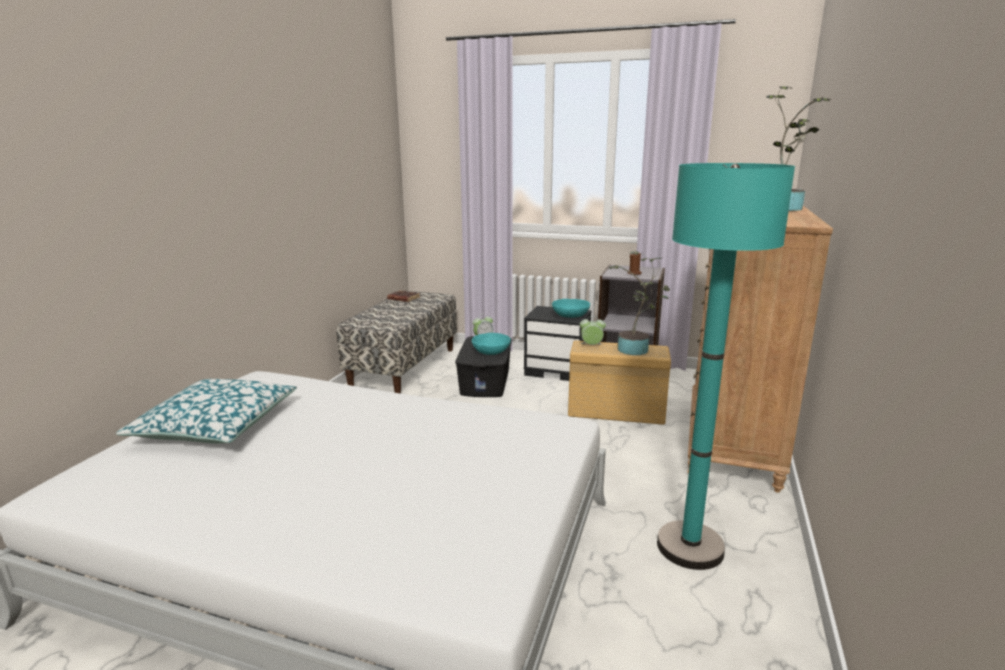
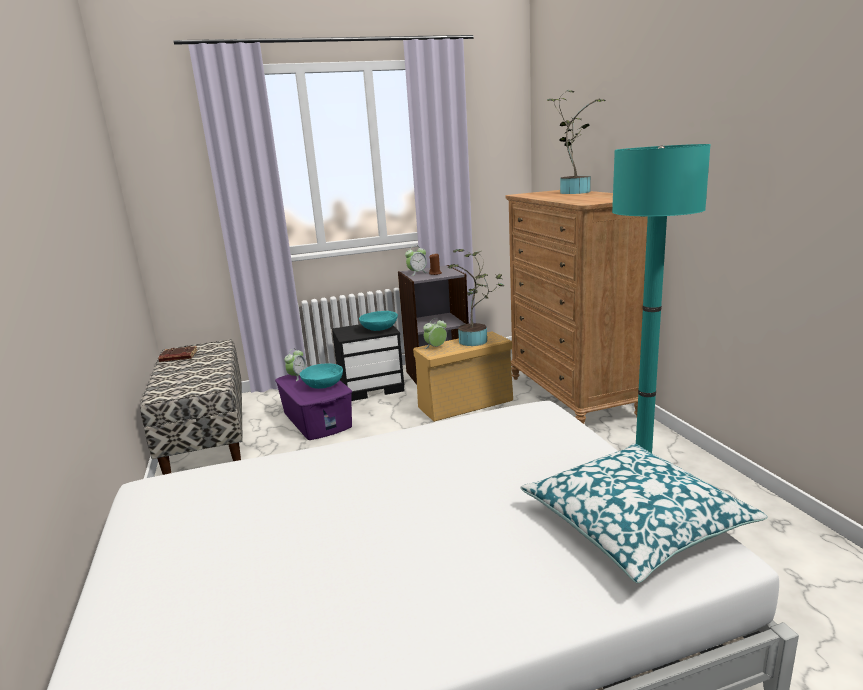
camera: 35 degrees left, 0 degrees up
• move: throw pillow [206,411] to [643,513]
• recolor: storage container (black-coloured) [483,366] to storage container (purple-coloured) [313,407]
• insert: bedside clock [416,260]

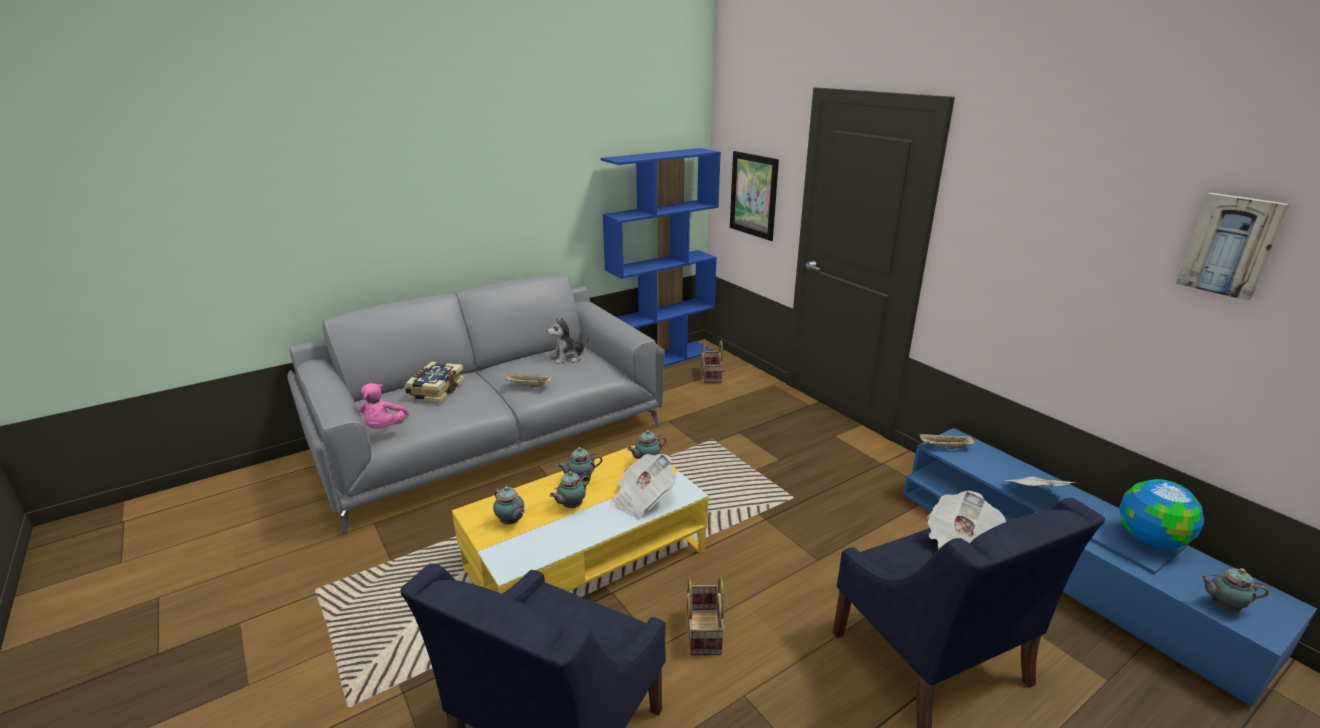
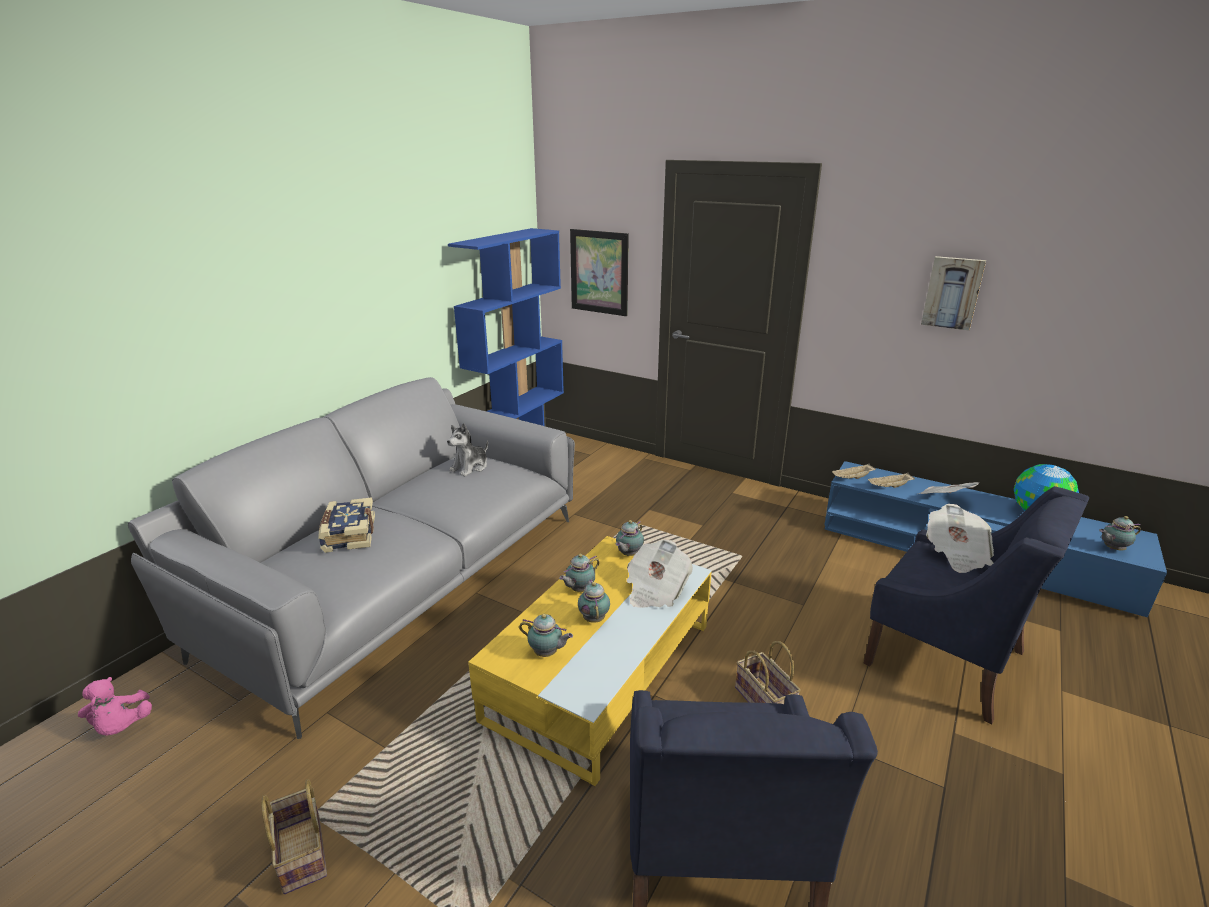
camera: 25 degrees left, 0 degrees up
• move: plush toy (pinkish) [384,406] to [115,706]
• move: serving tray (beige-coloured) [529,379] to [891,480]
• rotate: pot for tea [570,489] = [594,601] 150 degrees clockwise
• move: basket [712,361] to [294,836]
• move: picture [1233,247] to [953,293]

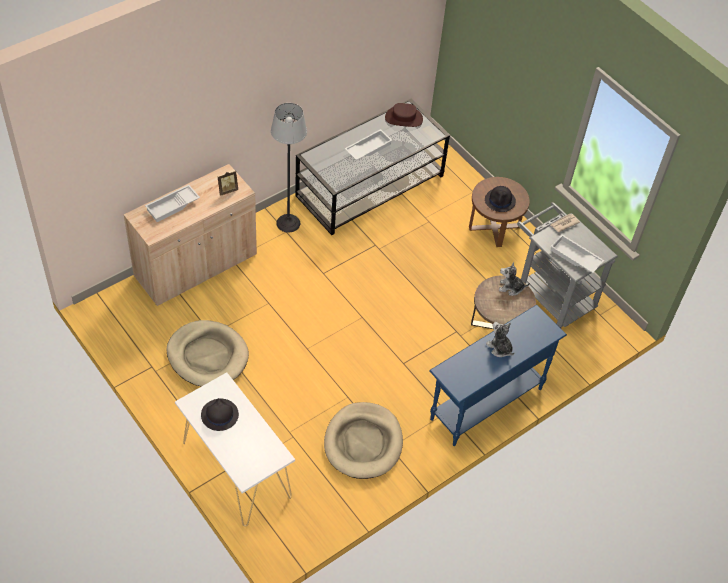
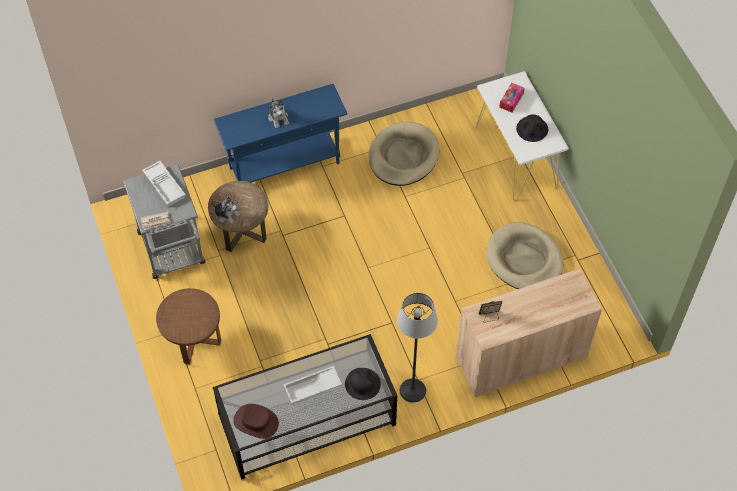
camera: 160 degrees left, 5 degrees up
• delete: serving tray (white-coloured) [172,203]
• move: hat (black-coloured) [500,199] to [363,384]
• insert: tissue box [512,97]

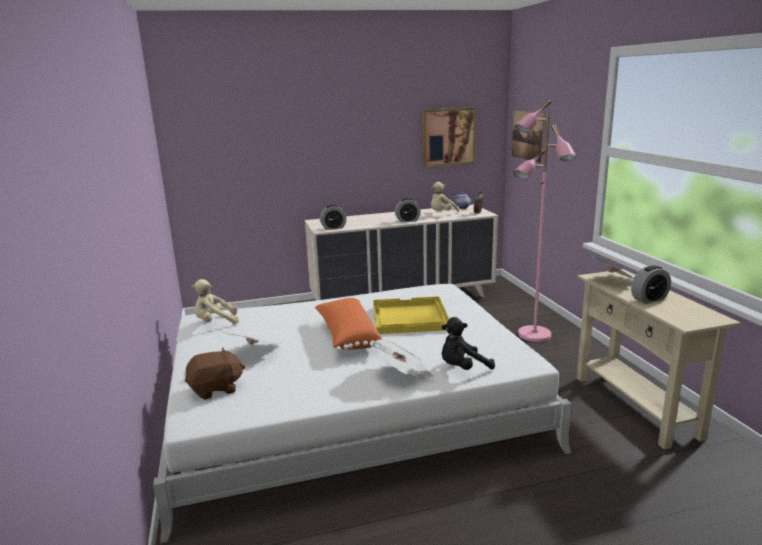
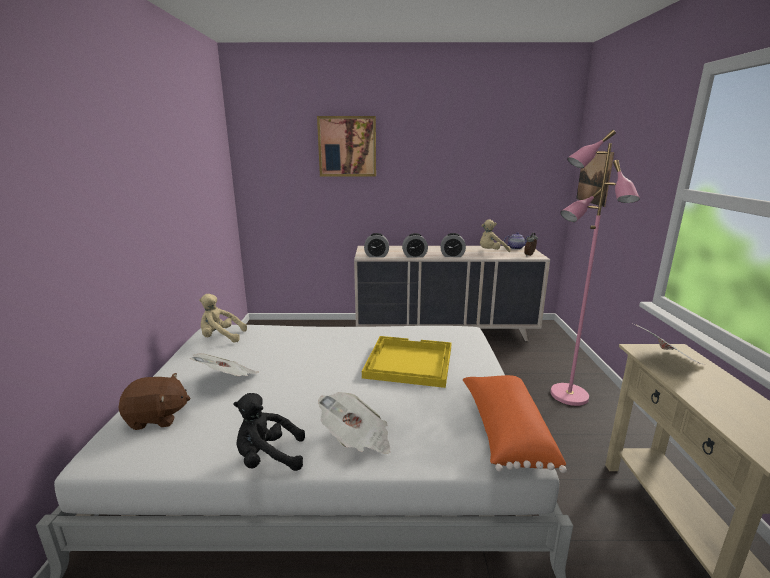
camera: 15 degrees right, 0 degrees up
• move: throw pillow (orange) [349,324] to [515,424]
• move: picture [449,137] to [346,146]
• move: plush toy (black-coloured) [468,343] to [269,432]
• move: bedside clock [651,284] to [415,245]

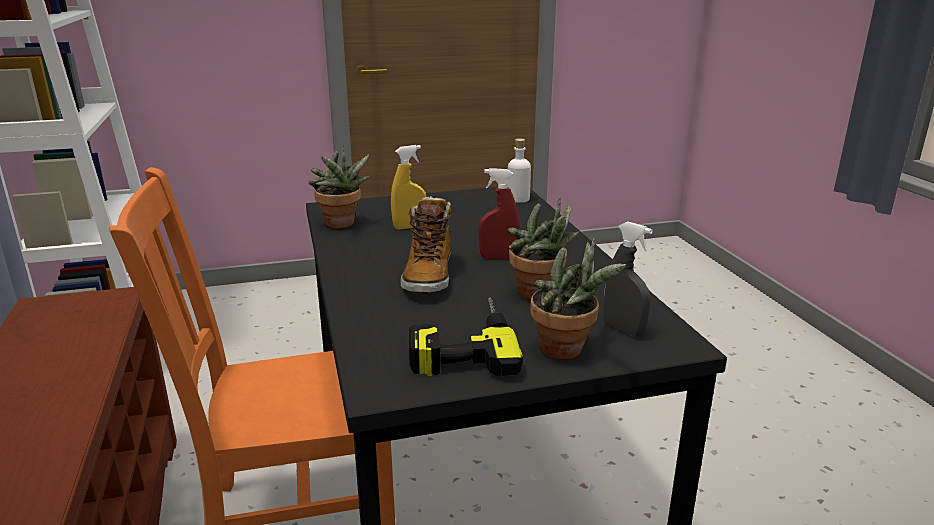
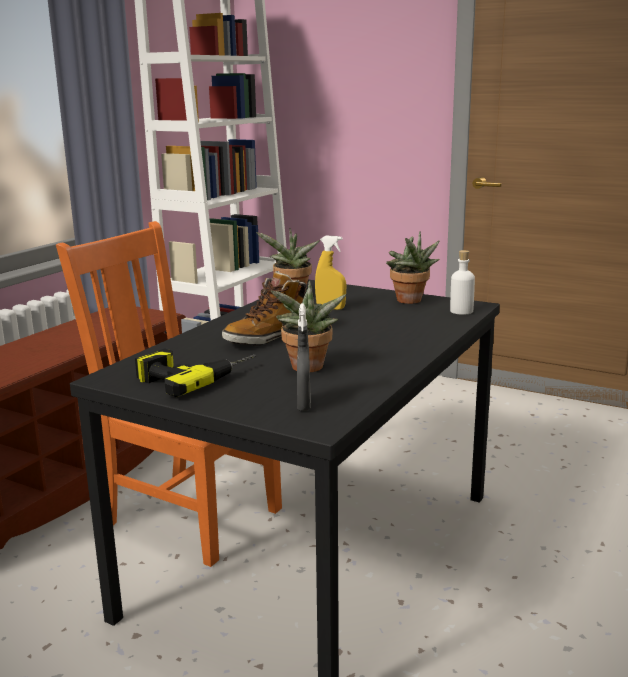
camera: 45 degrees right, 5 degrees down
• delete: spray bottle (red) [499,213]
• move: plant in a pot [578,299] to [412,267]

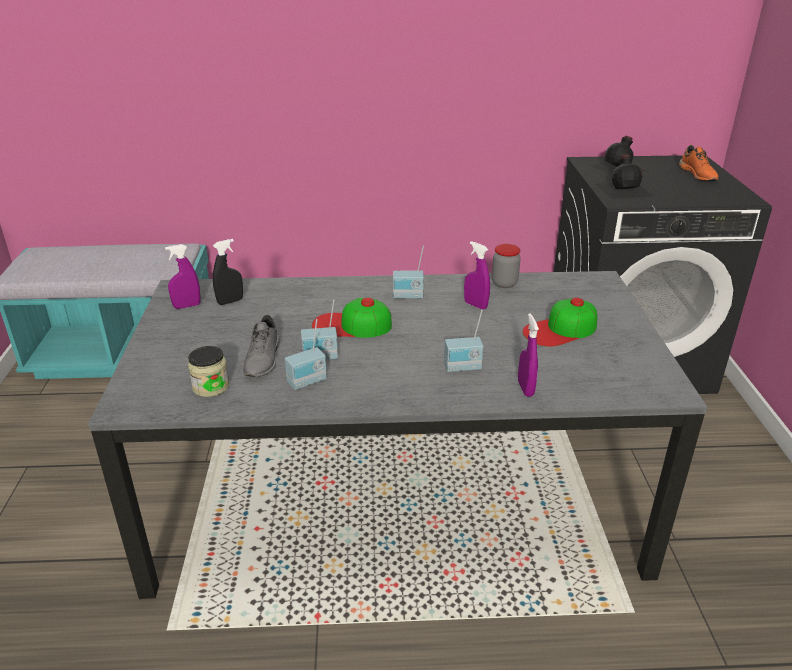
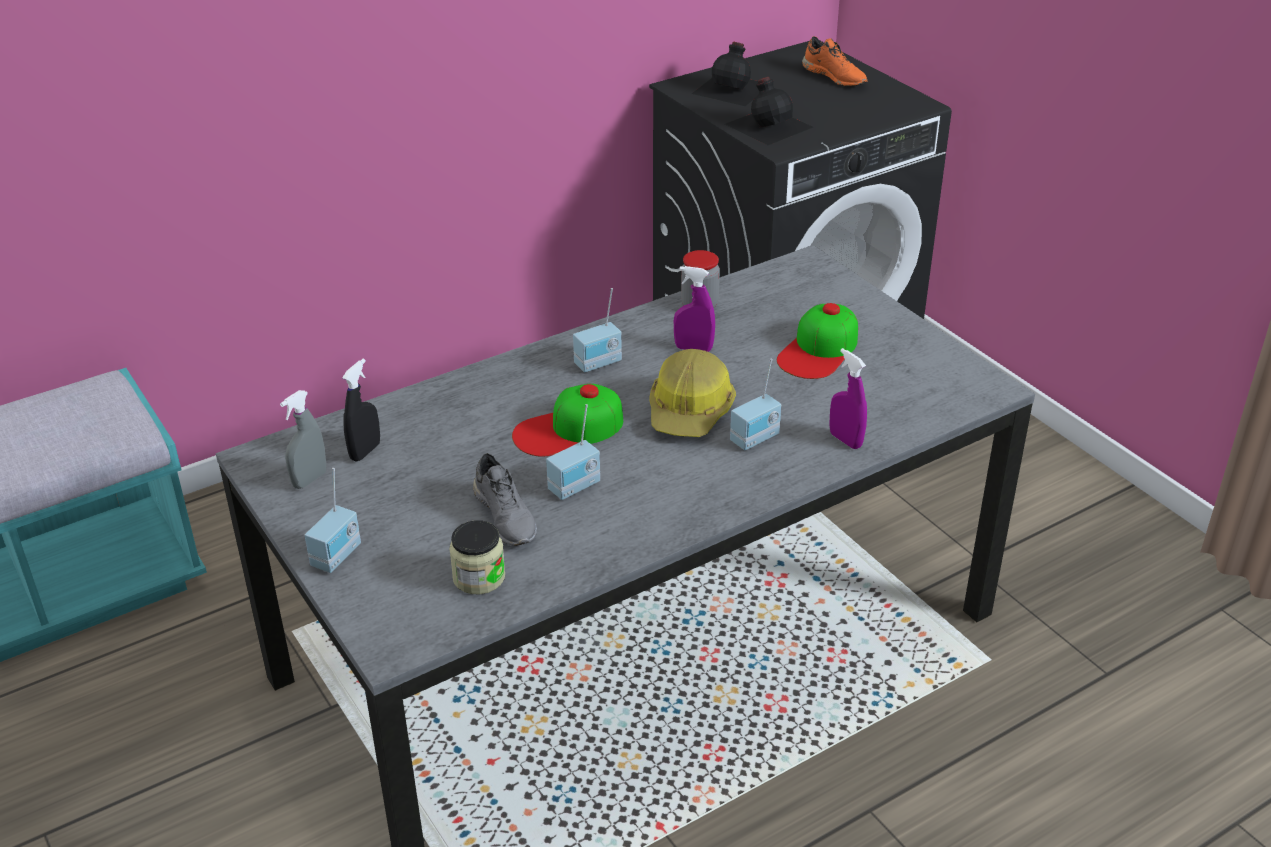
camera: 30 degrees left, 5 degrees up
• recolor: spray bottle (purple-coloured) [183,276] to spray bottle (grey) [303,439]
• move: radio [306,354] to [332,520]
• insert: safety helmet [692,393]

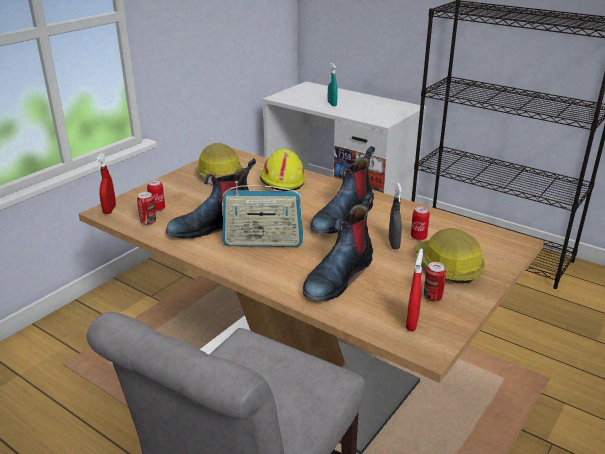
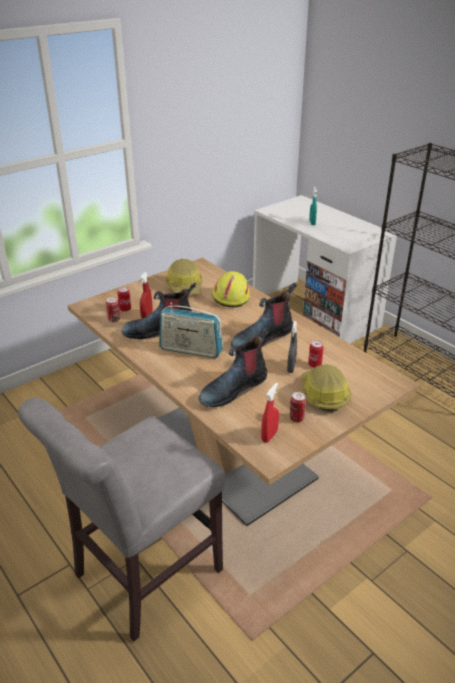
camera: 15 degrees right, 5 degrees up
• move: spray bottle (red) [106,183] to [146,295]

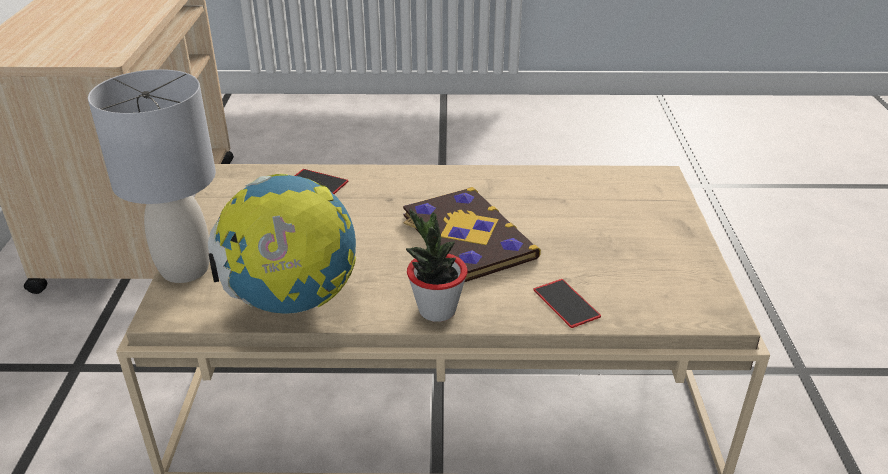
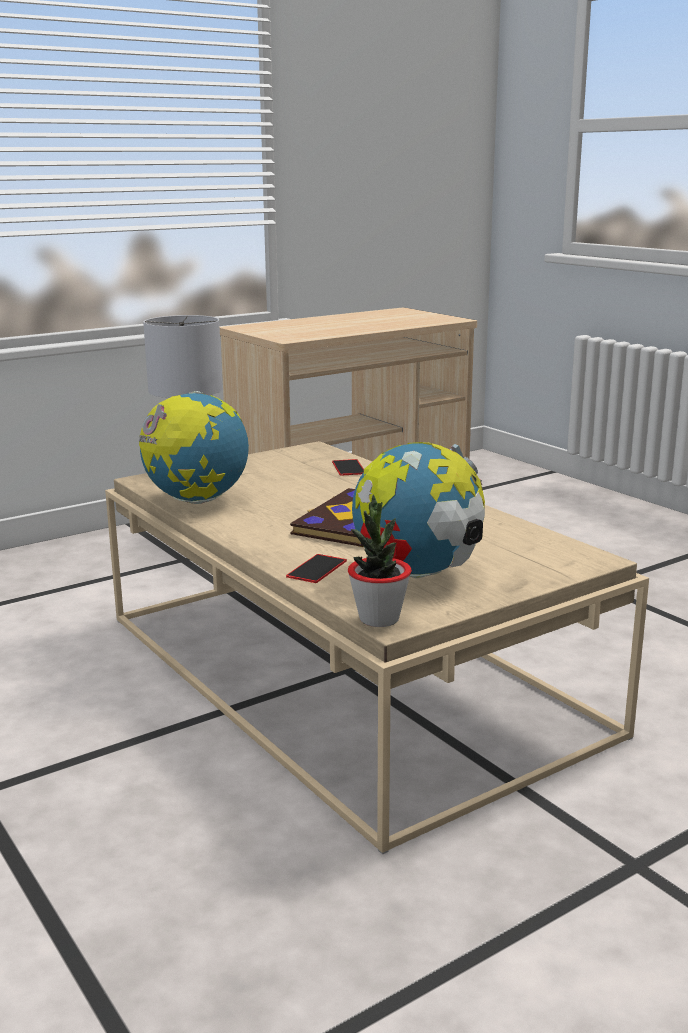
camera: 55 degrees right, 15 degrees down
• move: plant in a pot [437,265] to [380,561]
• insert: world globe [418,510]

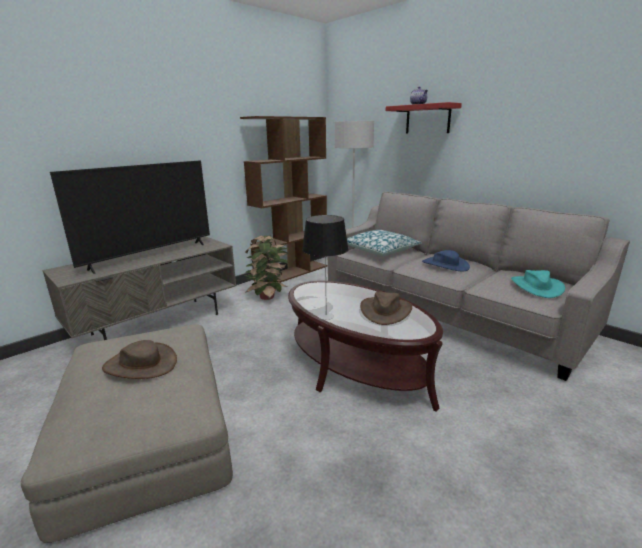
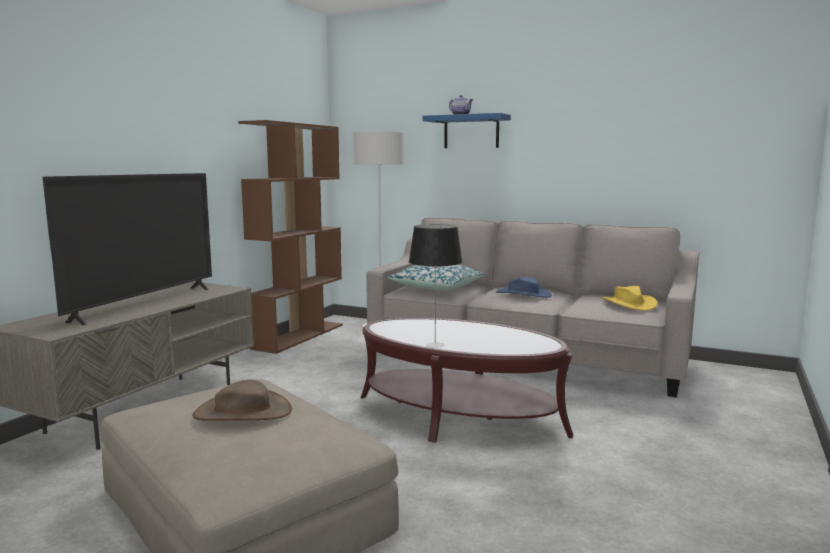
camera: 20 degrees left, 10 degrees down
• delete: plant in a pot [266,268]
• delete: hat (brown-coloured) [386,308]
• recolor: shelf (red) [424,118] to shelf (bluish) [466,130]
• recolor: hat (turquoise-coloured) [538,284] to hat (yellowish) [629,298]

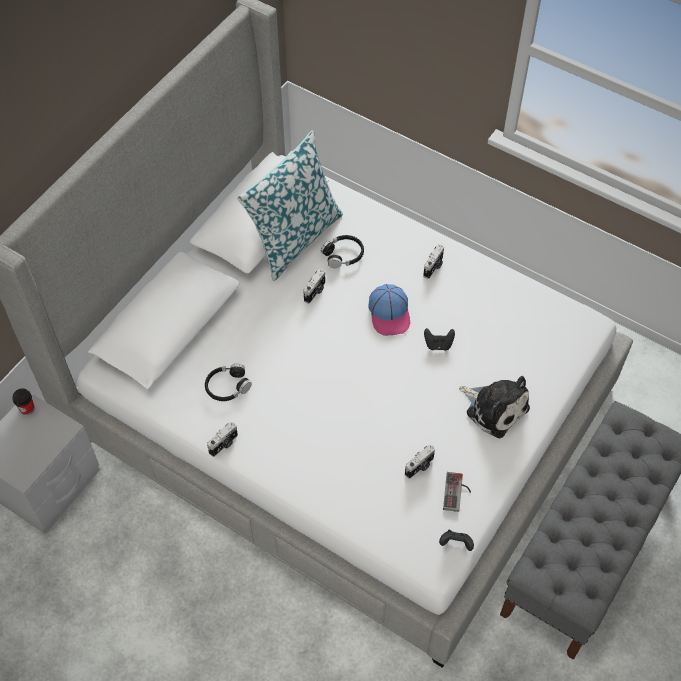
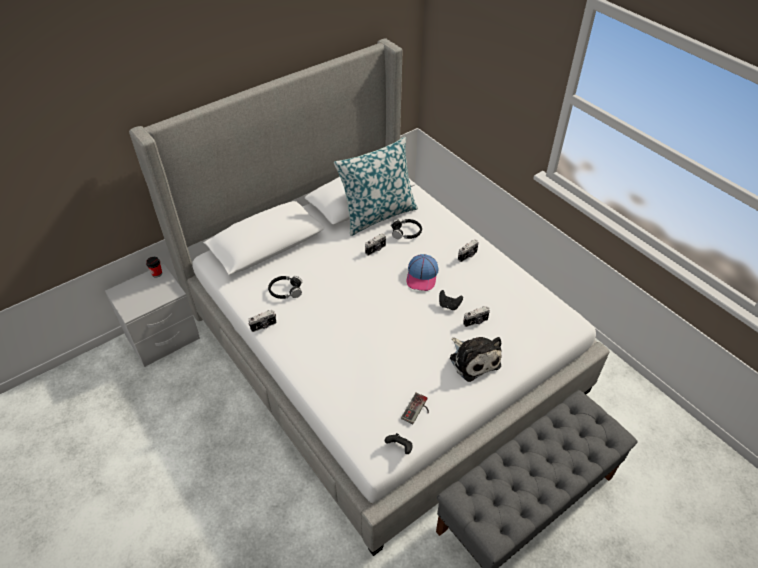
camera: 20 degrees right, 10 degrees down
• move: still camera [420,462] to [476,316]

